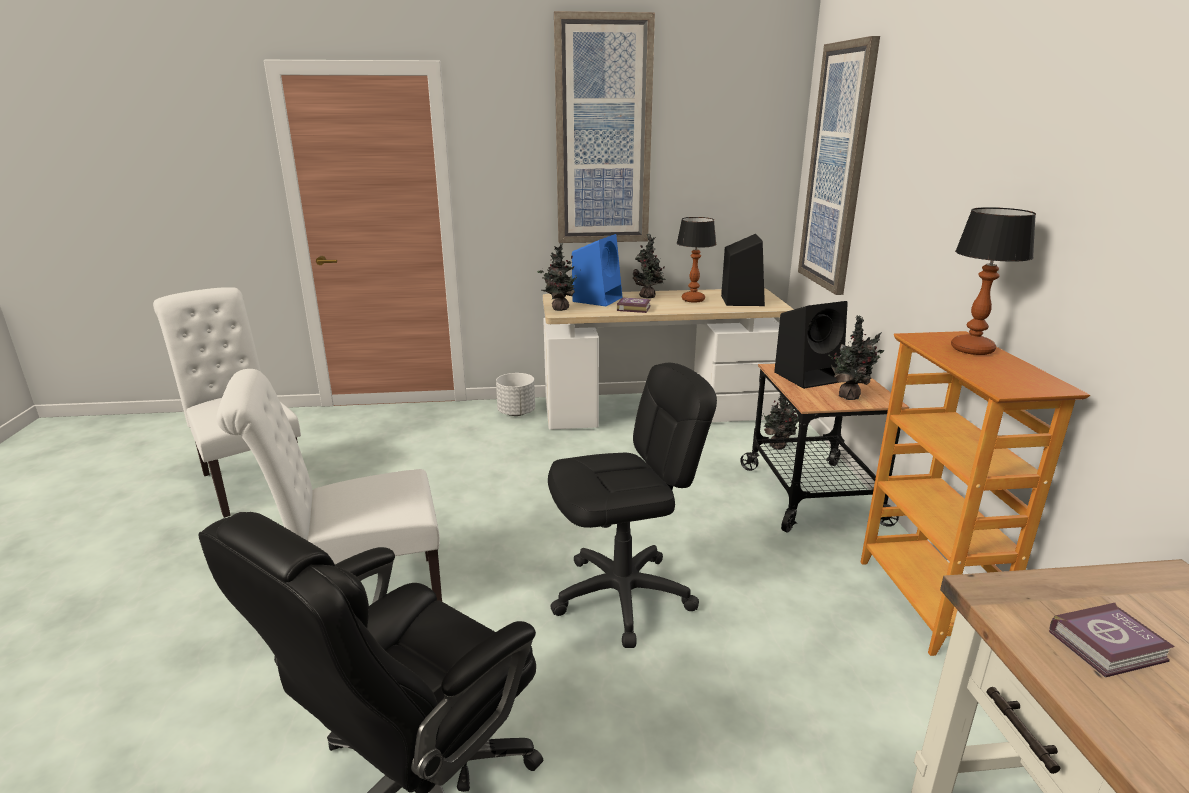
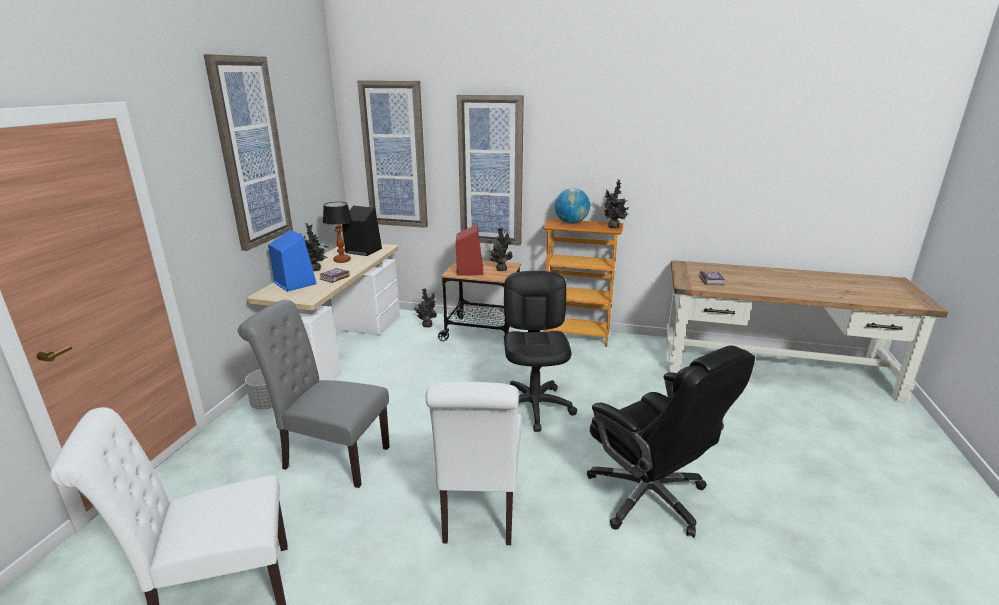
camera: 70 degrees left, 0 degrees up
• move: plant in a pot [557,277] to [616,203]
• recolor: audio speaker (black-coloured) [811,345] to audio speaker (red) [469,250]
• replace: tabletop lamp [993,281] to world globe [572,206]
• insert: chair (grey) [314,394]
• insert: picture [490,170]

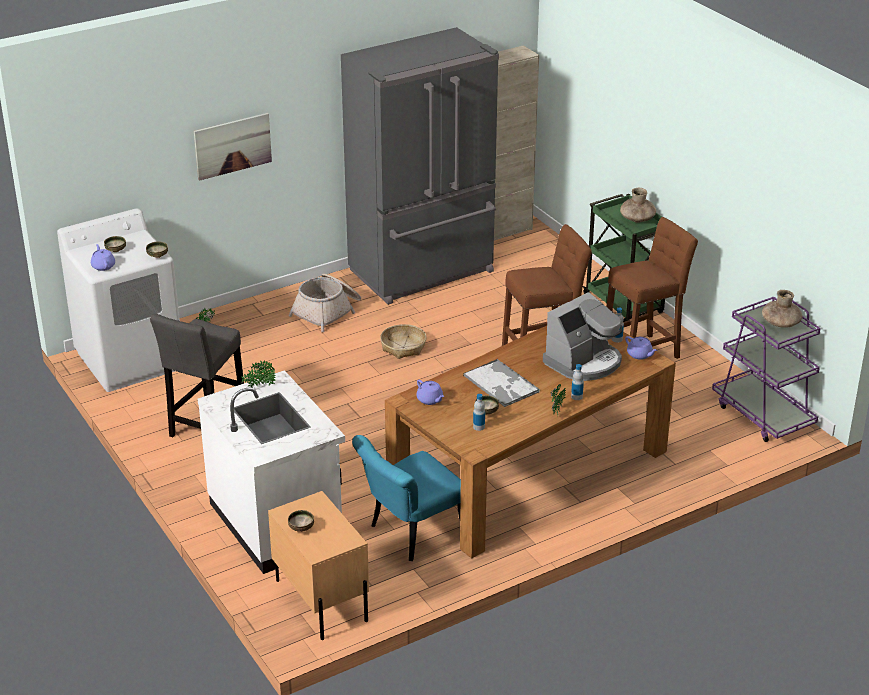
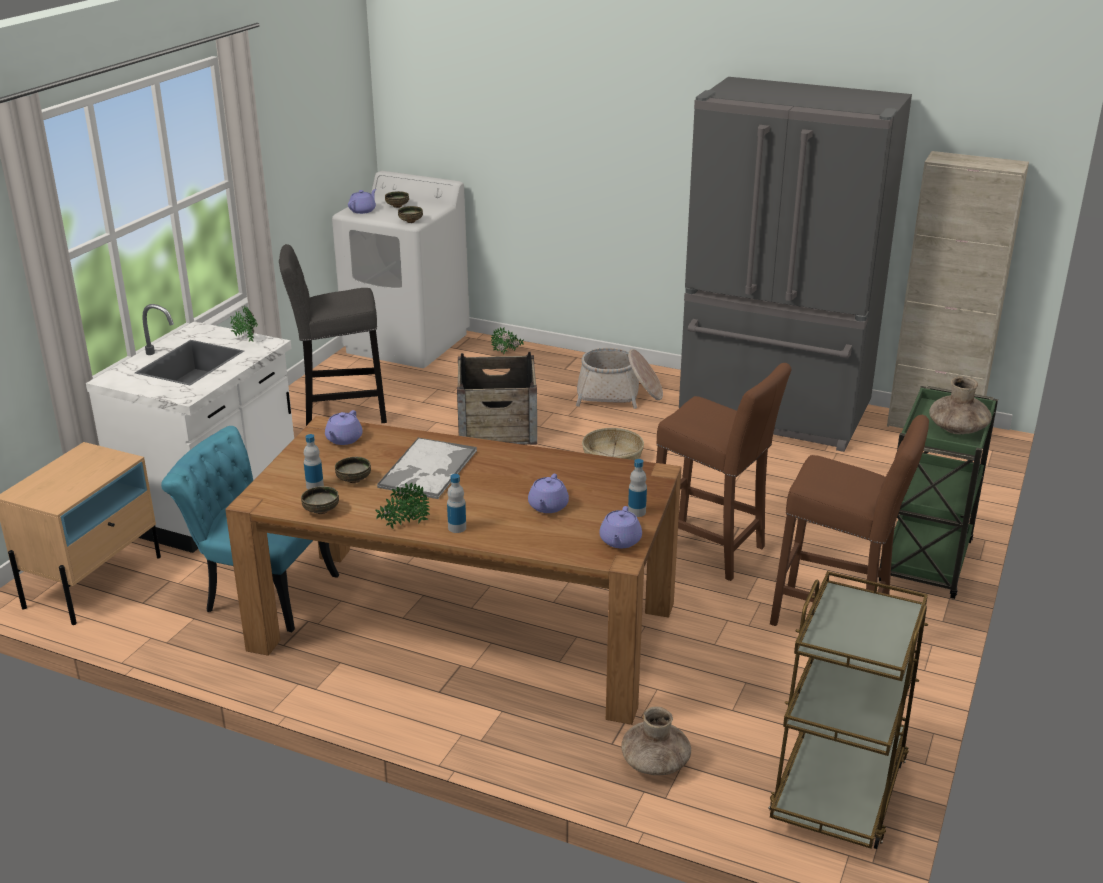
camera: 55 degrees right, 5 degrees down
• delete: picture [233,147]
• move: deep dish [301,521] to [320,500]
• replace: coffee maker [583,336] to pot for tea (purple-coloured) [548,493]
• recolor: wheeled cart (purple-coloured) [766,369] to wheeled cart (brown-coloured) [848,710]
• move: flower vase (brown-coloured) [782,309] to [656,740]
• insert: shipping crate [497,398]

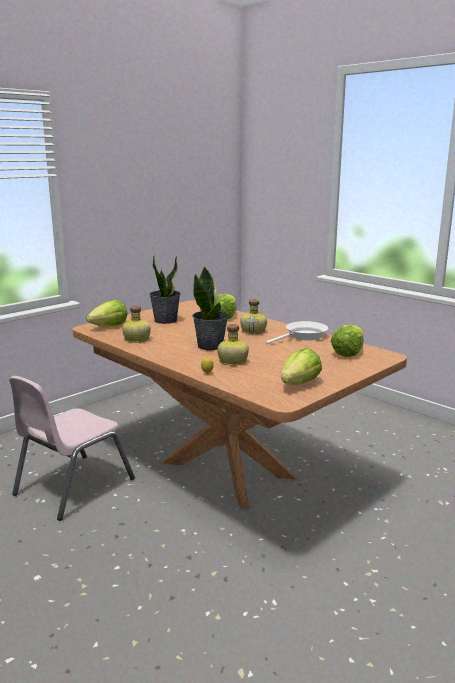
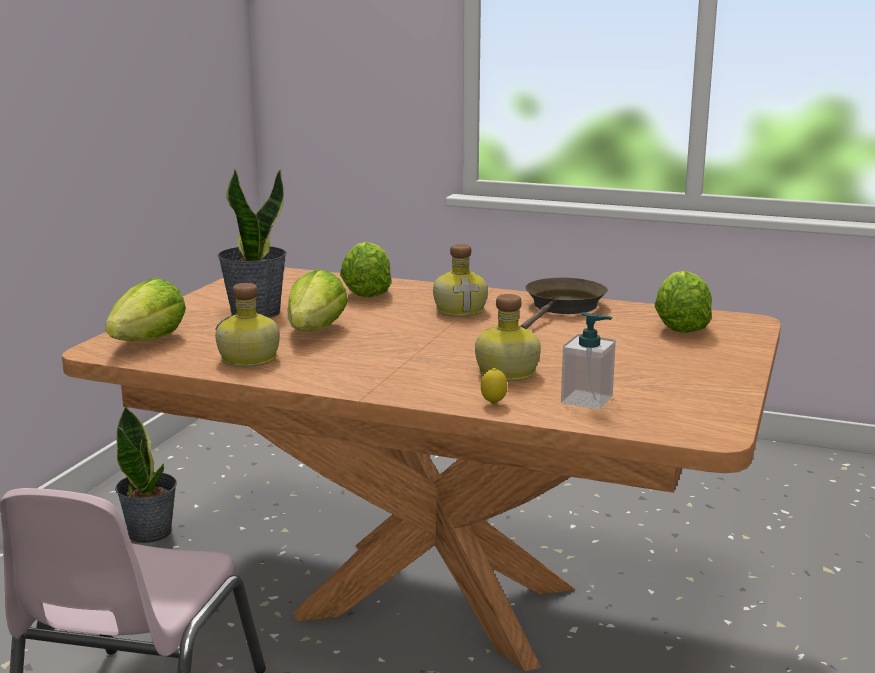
camera: 25 degrees left, 0 degrees up
• move: plant in a pot [210,308] to [146,475]
• recolor: skillet (white-coloured) [297,332] to skillet (brown-coloured) [564,303]
• move: head of lettuce [301,366] to [318,300]
• insert: soap bottle [588,361]

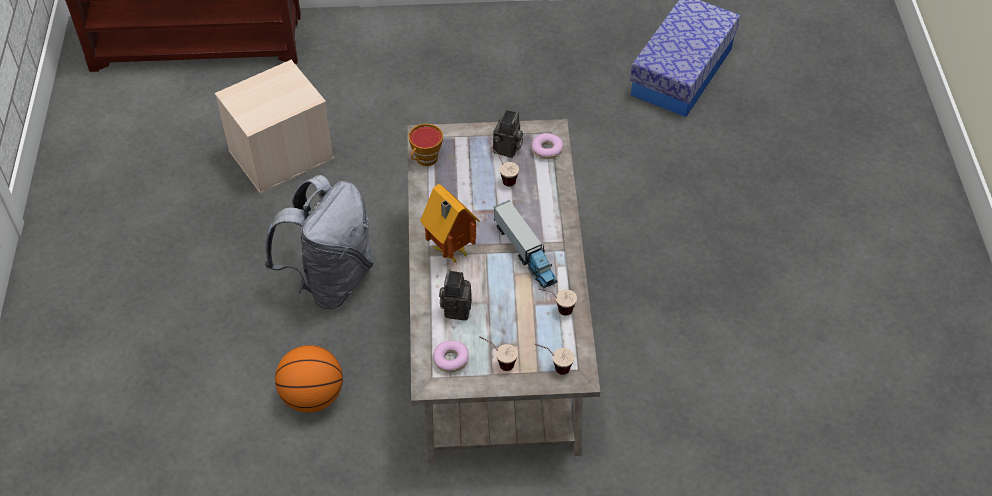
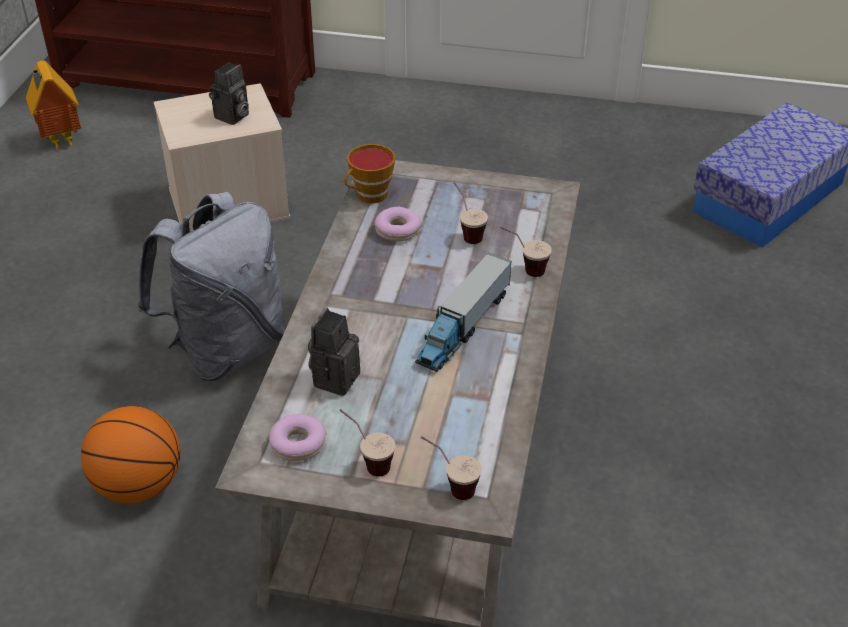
camera: 15 degrees right, 10 degrees down
• move: toy house [450,224] to [53,106]
• move: still camera [508,134] to [229,93]
• rotate: toy lorry [526,244] = [463,312] 45 degrees clockwise
• move: doughnut [548,146] to [398,224]
• move: small cup [557,302] to [526,251]

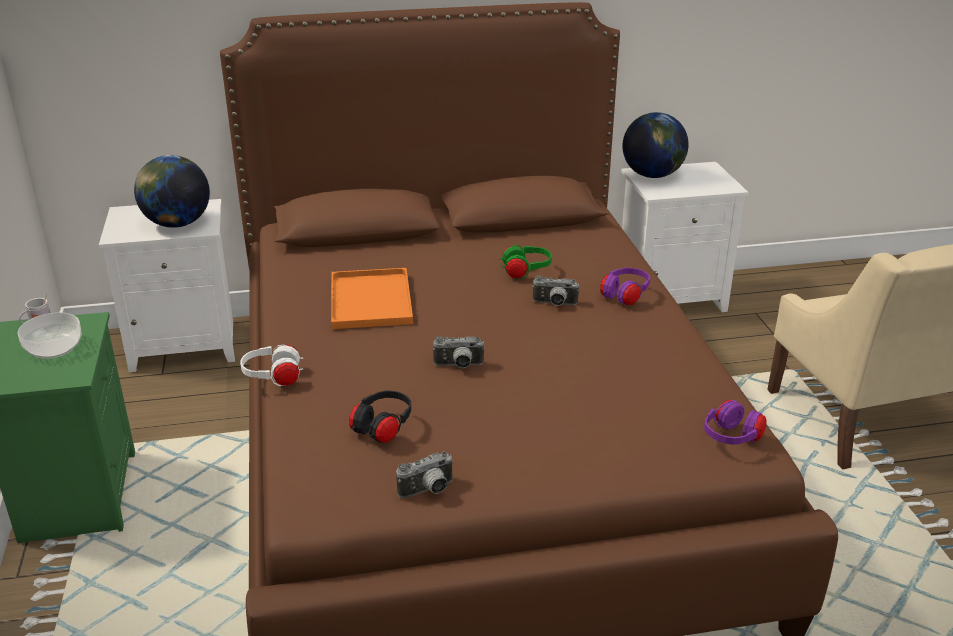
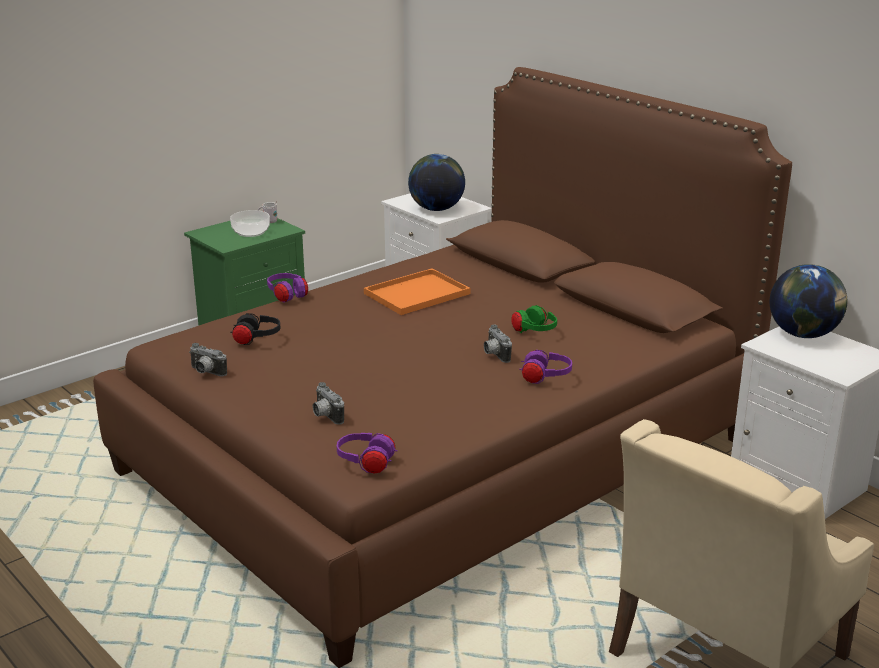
camera: 60 degrees right, 5 degrees down
• recolor: headset (white-coloured) [271,365] to headset (purple-coloured) [287,288]
• move: still camera [458,352] to [328,403]

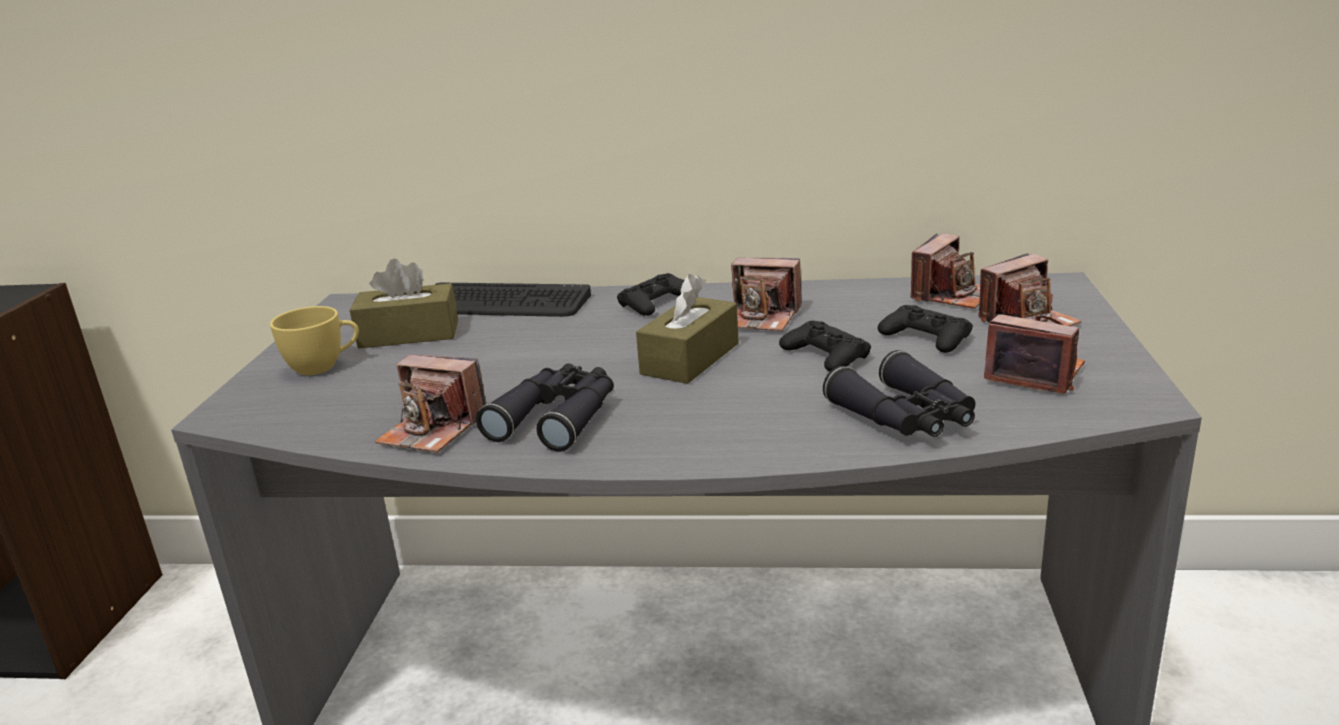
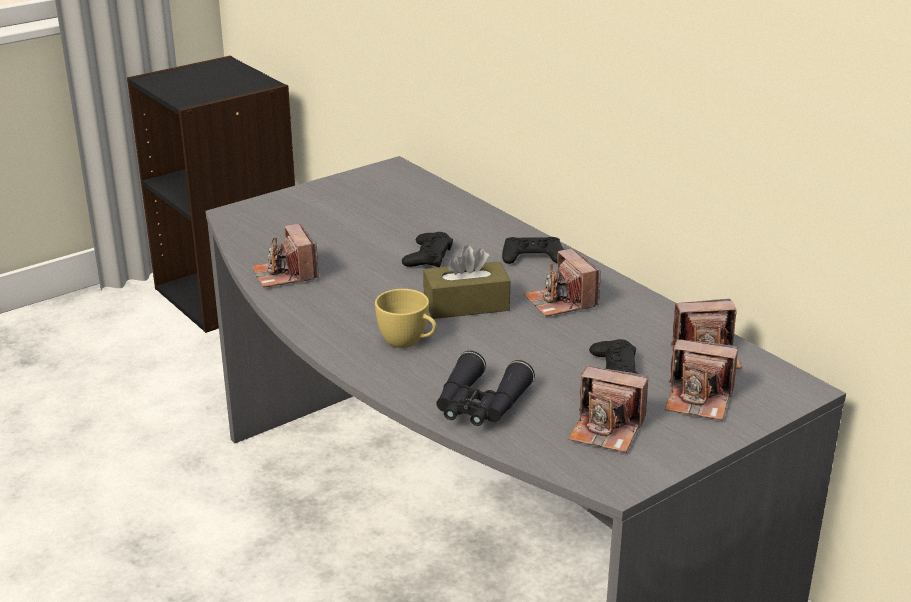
camera: 45 degrees right, 5 degrees up
• move: small cup (yellowish) [314,340] to [406,318]
• delete: tissue box (brown-coloured) [404,303]
• delete: keyboard [513,300]
• delete: pair of binoculars (black-coloured) [545,408]
• move: game controller (black-coloured) [825,346] to [427,249]
• rotate: still camera [1034,354] = [608,409] 120 degrees clockwise

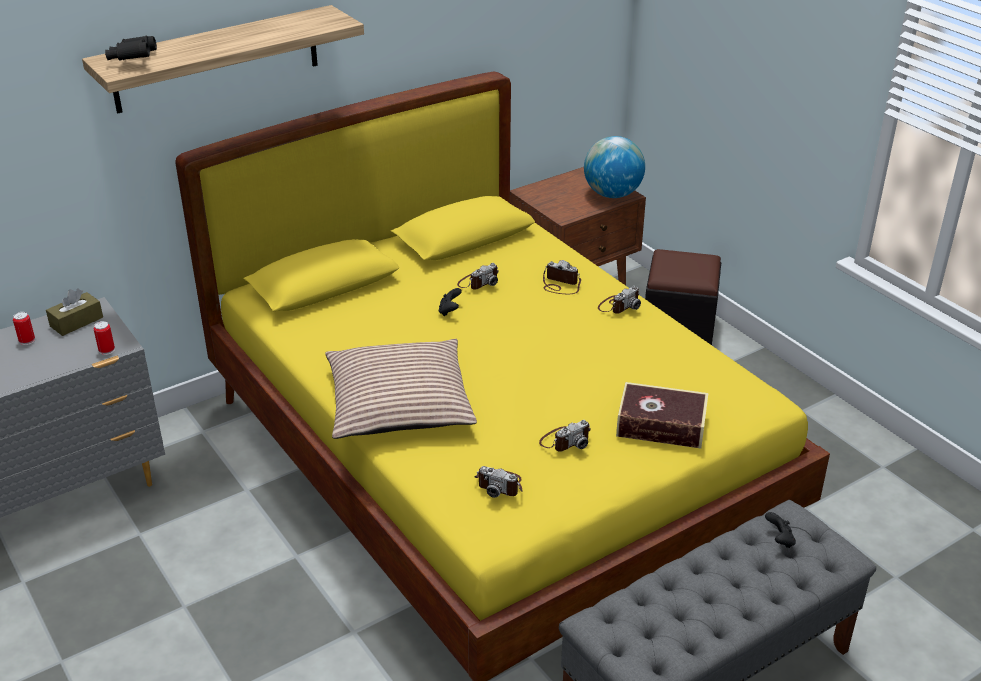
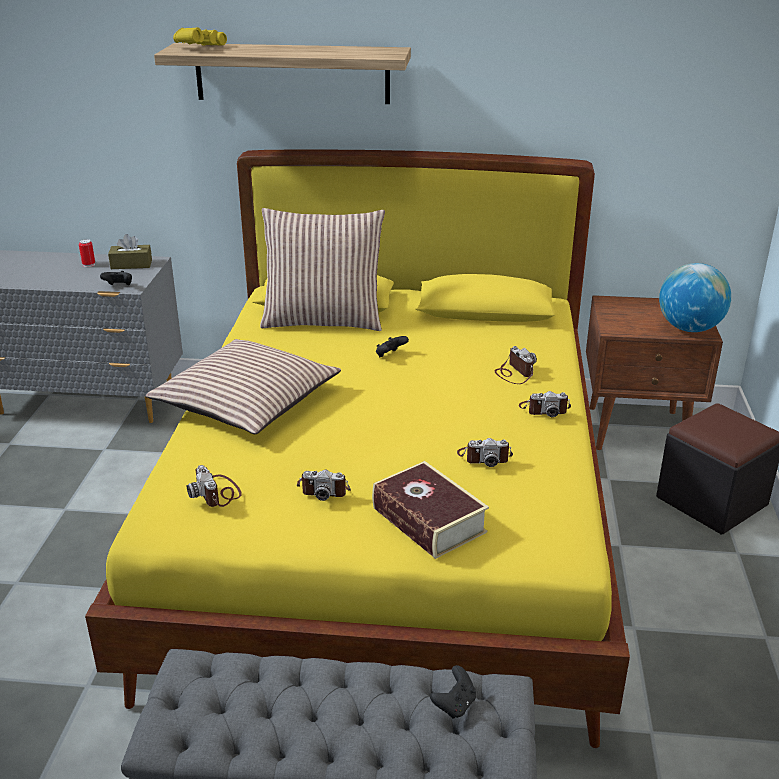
camera: 40 degrees right, 5 degrees down
• replace: can [104,338] to game controller (black-coloured) [116,278]
• recolor: pair of binoculars (black-coloured) [131,48] to pair of binoculars (yellowish) [200,36]
• move: still camera [478,276] to [485,452]
• insert: throw pillow [322,269]

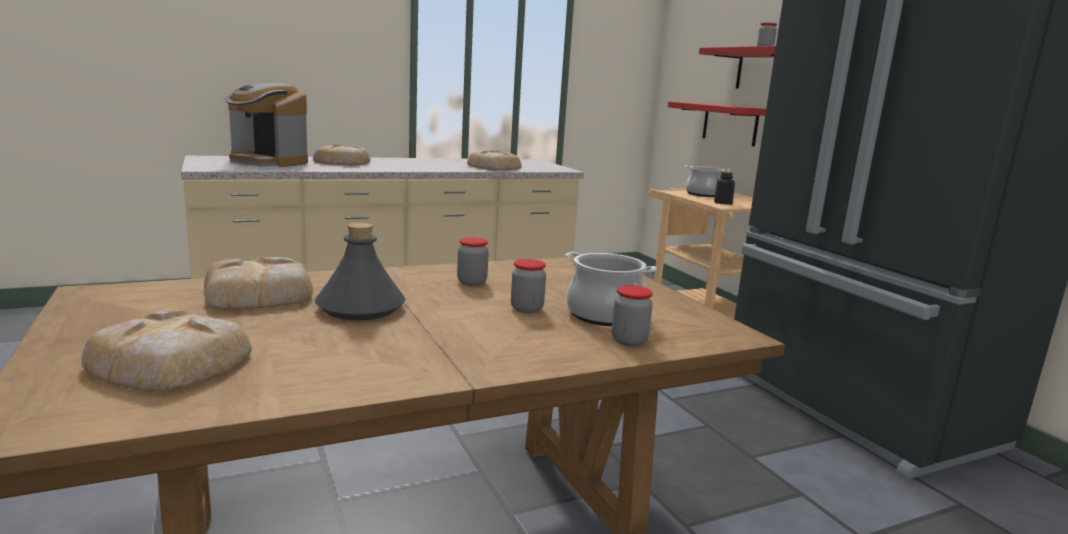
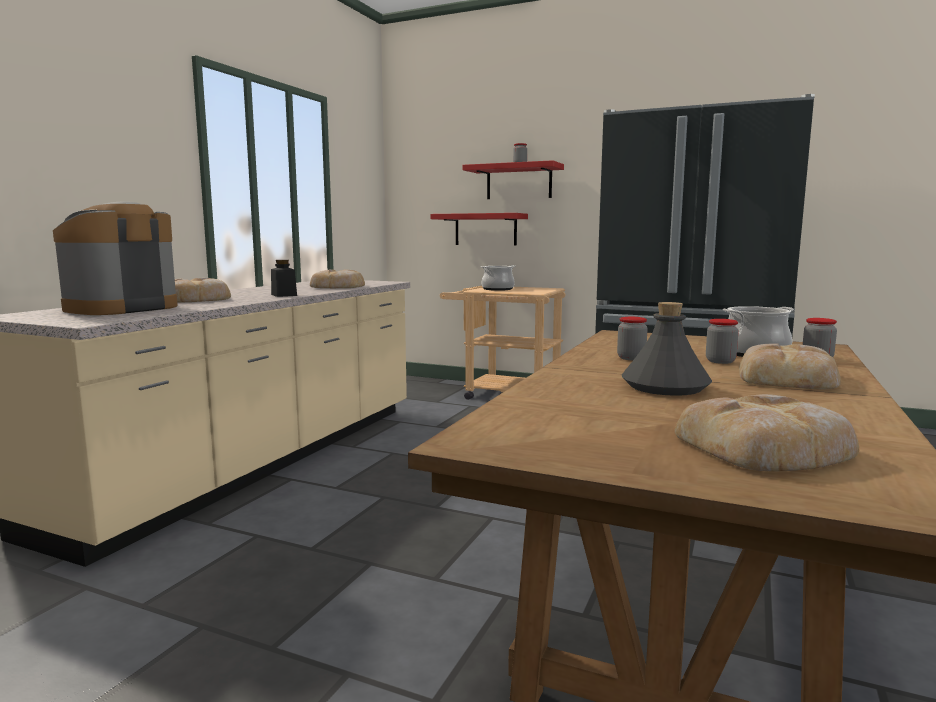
camera: 40 degrees left, 5 degrees down
• move: bakery bread [258,283] to [790,366]
• rotate: coffee maker [266,125] = [115,258] 135 degrees clockwise
• move: jar (black-coloured) [724,188] to [284,278]

